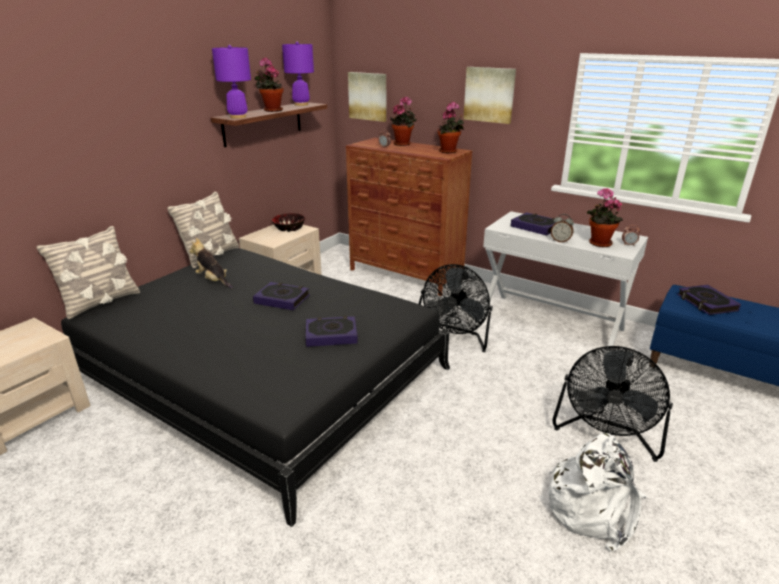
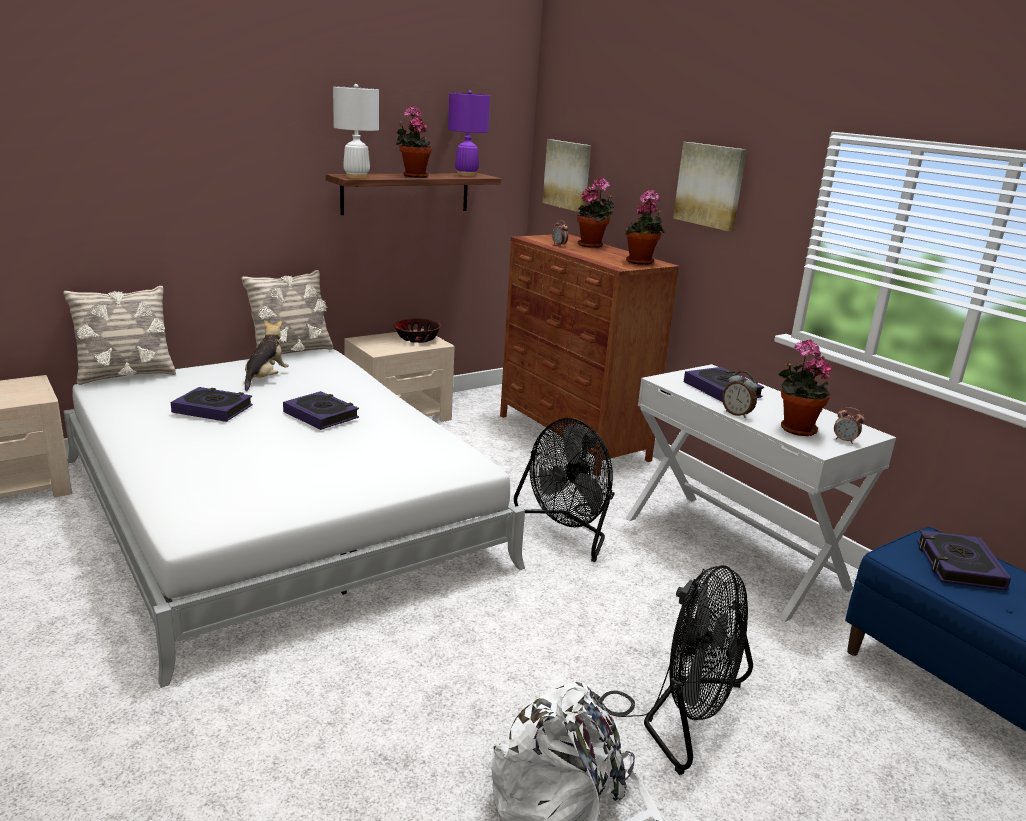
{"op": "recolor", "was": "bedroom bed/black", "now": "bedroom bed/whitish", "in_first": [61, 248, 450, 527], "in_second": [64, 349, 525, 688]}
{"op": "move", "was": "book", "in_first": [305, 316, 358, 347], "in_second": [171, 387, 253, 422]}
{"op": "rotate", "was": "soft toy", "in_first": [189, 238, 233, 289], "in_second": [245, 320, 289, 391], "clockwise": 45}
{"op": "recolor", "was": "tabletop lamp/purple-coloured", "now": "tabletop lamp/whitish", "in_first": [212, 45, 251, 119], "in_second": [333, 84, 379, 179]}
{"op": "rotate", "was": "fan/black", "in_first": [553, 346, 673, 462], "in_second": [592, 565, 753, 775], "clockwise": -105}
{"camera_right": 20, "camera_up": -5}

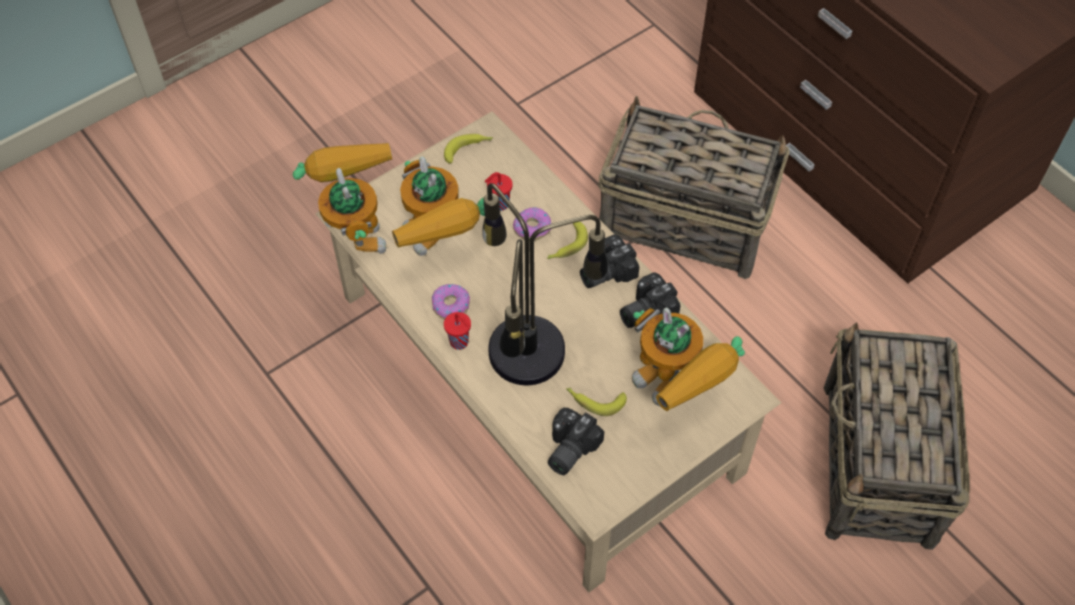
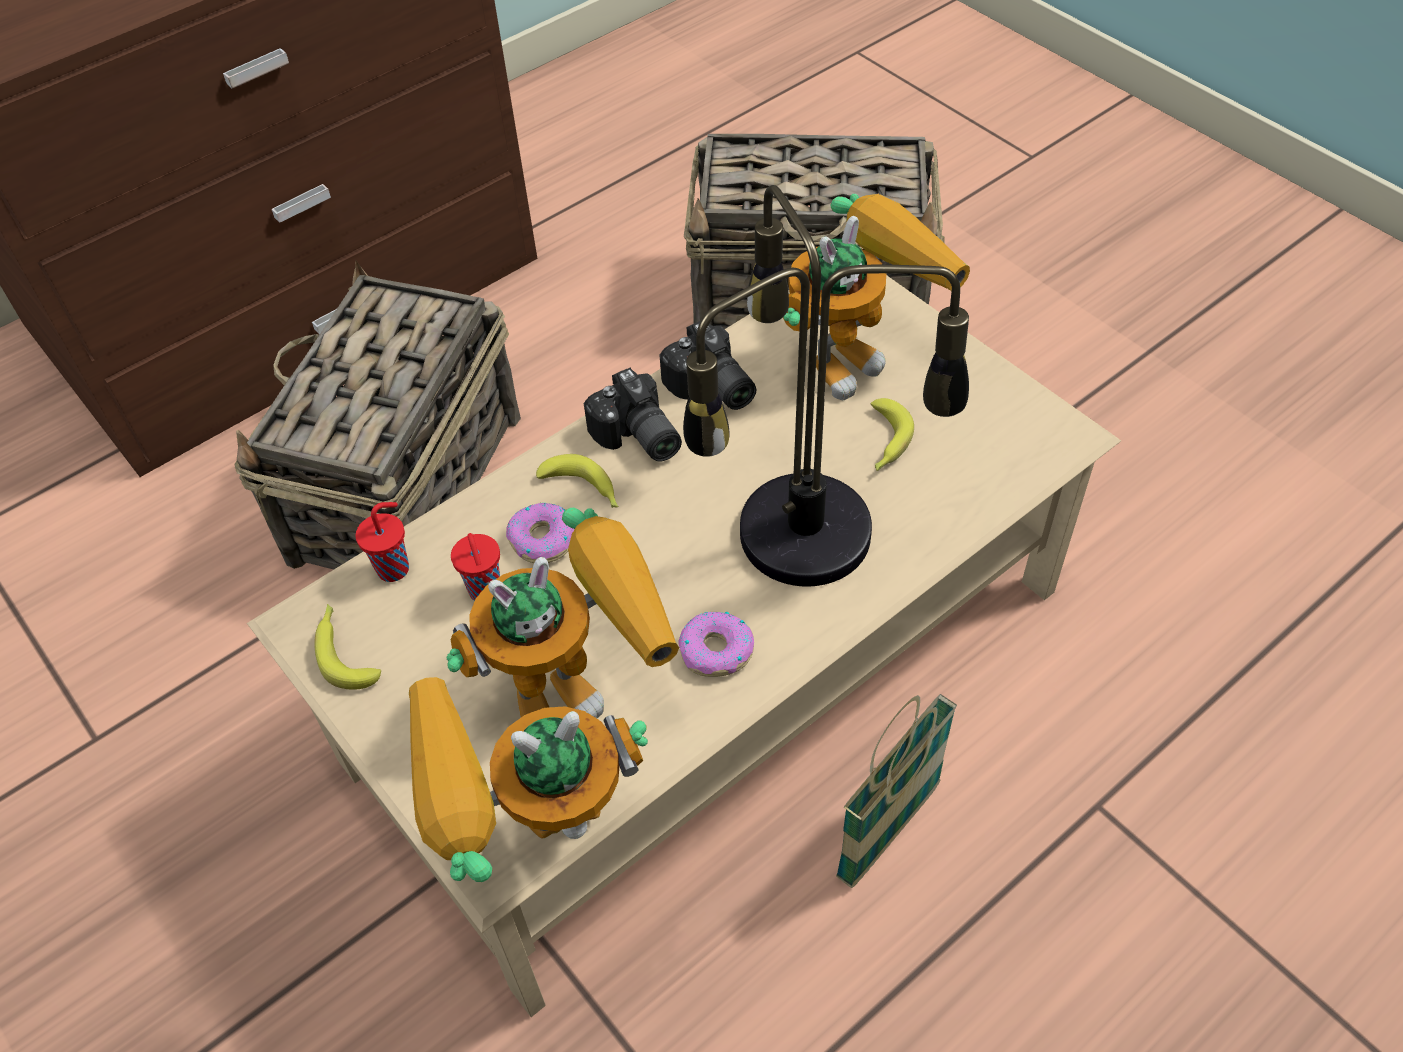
{"op": "move", "was": "cup/red-coloured", "in_first": [444, 312, 471, 350], "in_second": [355, 502, 409, 582]}
{"op": "insert", "now": "storage basket", "in_second": [836, 694, 957, 888]}
{"op": "delete", "was": "photo camera", "in_first": [548, 408, 604, 475]}
{"camera_right": -90, "camera_up": -5}

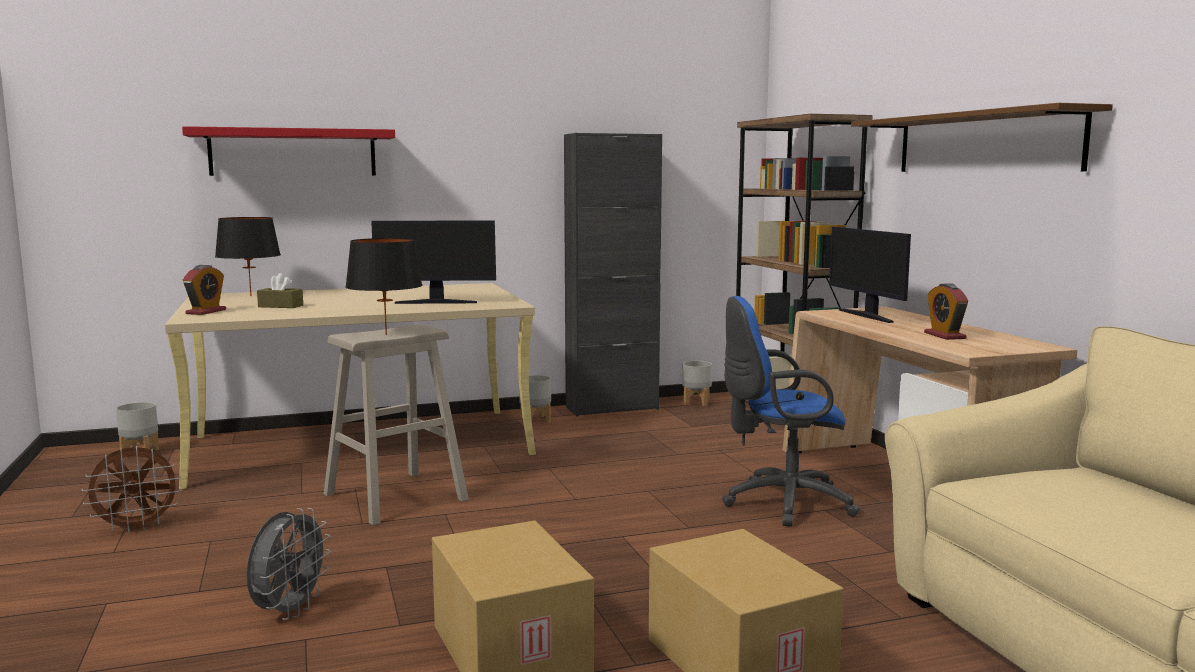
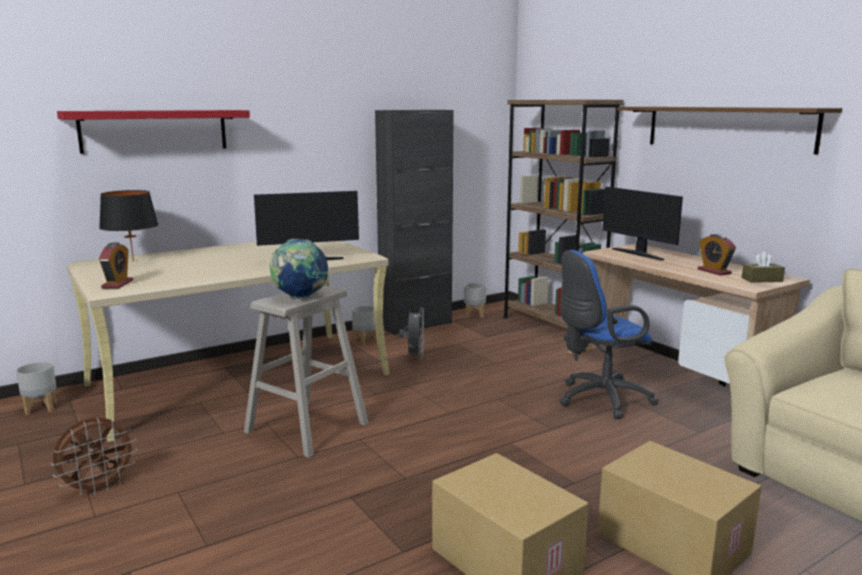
{"op": "replace", "was": "tabletop lamp/black", "now": "world globe", "in_first": [345, 238, 422, 335], "in_second": [269, 239, 328, 299]}
{"op": "move", "was": "fan/gray", "in_first": [246, 508, 331, 620], "in_second": [399, 308, 424, 360]}
{"op": "move", "was": "box of tissues/brownish", "in_first": [257, 273, 303, 308], "in_second": [742, 251, 785, 283]}
{"camera_right": -15, "camera_up": 5}

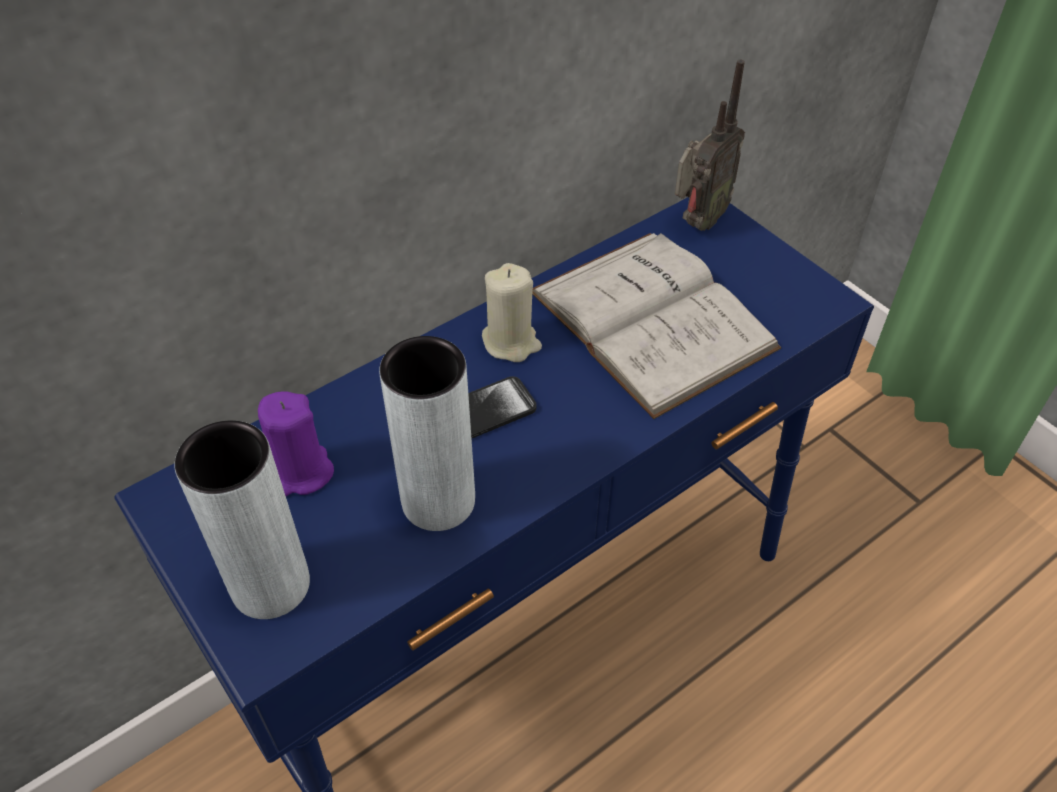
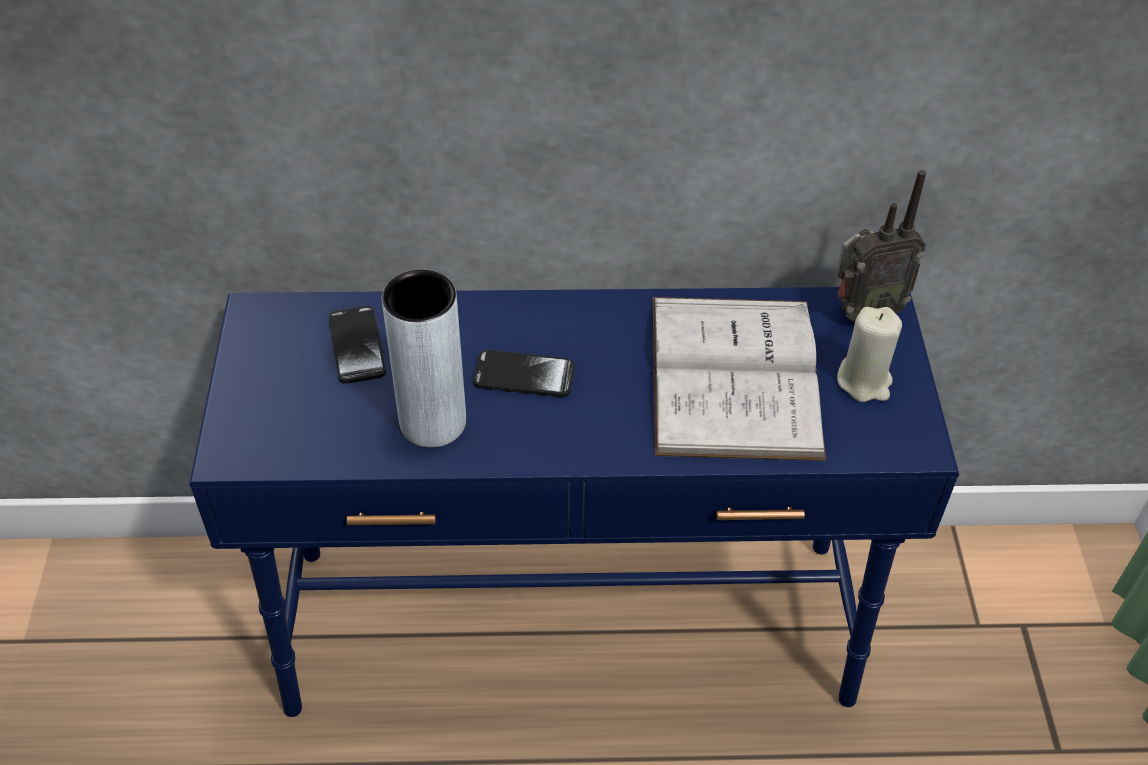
{"op": "replace", "was": "candle/purple-coloured", "now": "telephone", "in_first": [258, 391, 334, 496], "in_second": [328, 306, 386, 384]}
{"op": "move", "was": "candle/sand-coloured", "in_first": [482, 263, 542, 362], "in_second": [837, 307, 902, 402]}
{"op": "delete", "was": "flower vase/gray", "in_first": [174, 420, 310, 619]}
{"camera_right": 35, "camera_up": 0}

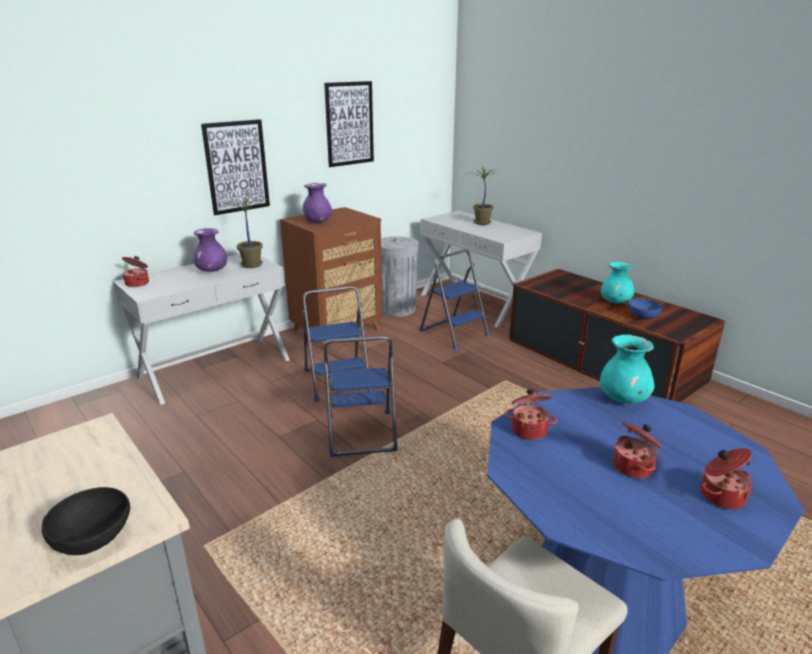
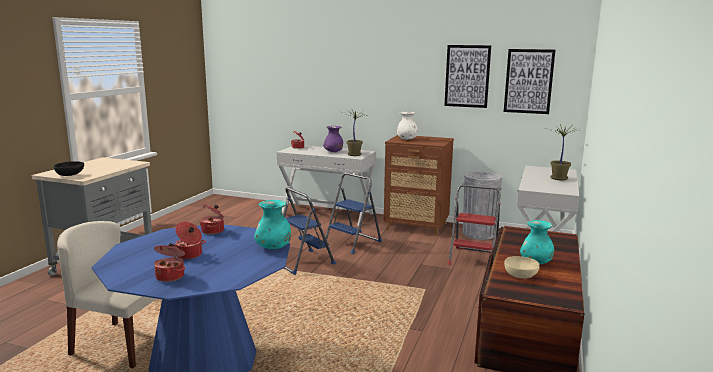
{"op": "recolor", "was": "flower vase/purple-coloured", "now": "flower vase/whitish", "in_first": [303, 183, 333, 223], "in_second": [397, 112, 418, 140]}
{"op": "recolor", "was": "step ladder/bluish", "now": "step ladder/red-coloured", "in_first": [419, 250, 491, 350], "in_second": [447, 185, 501, 265]}
{"op": "move", "was": "wall picture", "in_first": [201, 119, 270, 215], "in_second": [504, 49, 555, 114]}
{"op": "recolor", "was": "bowl/bluish", "now": "bowl/sand-coloured", "in_first": [628, 298, 662, 319], "in_second": [504, 256, 540, 278]}
{"camera_right": 60, "camera_up": -10}

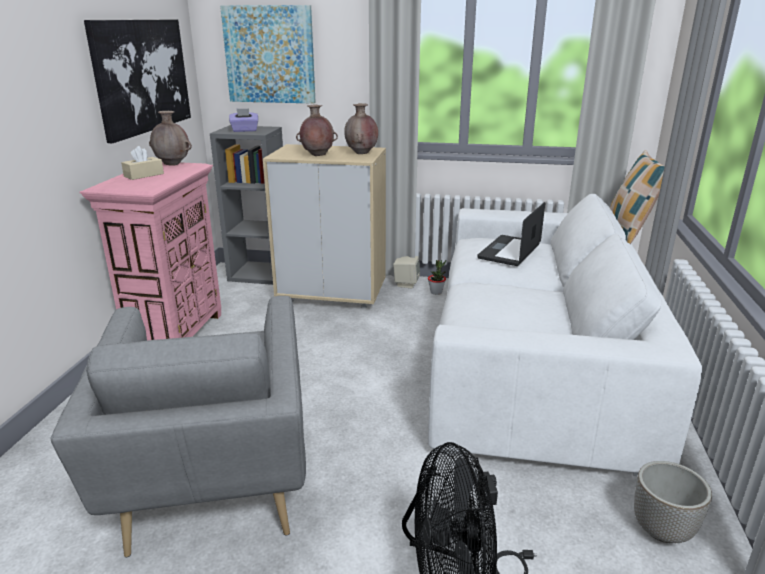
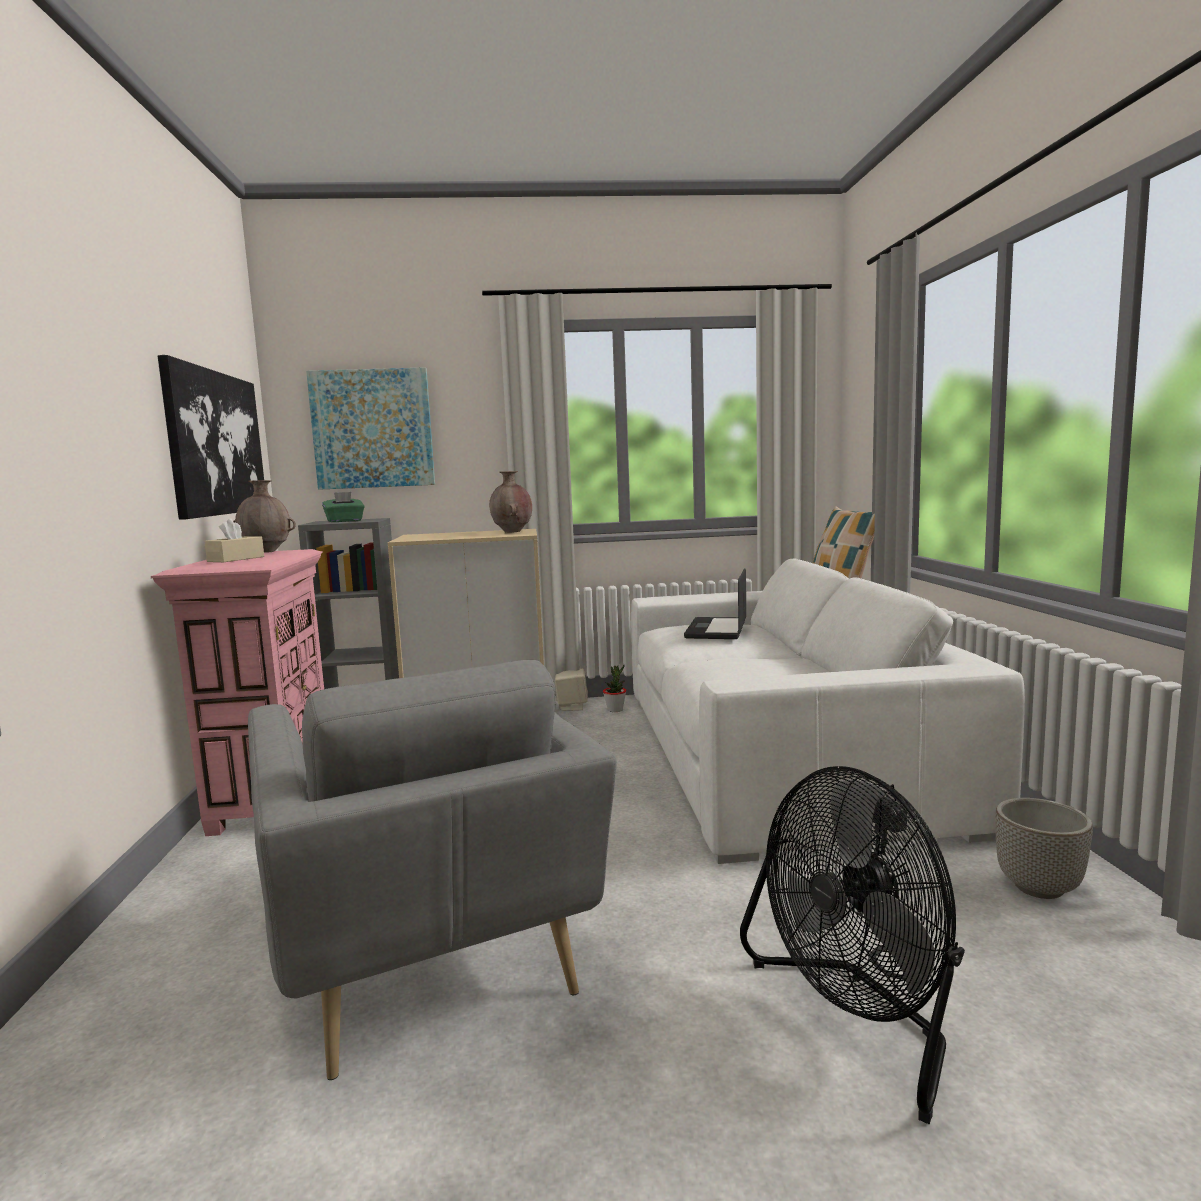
{"op": "recolor", "was": "box of tissues/purple-coloured", "now": "box of tissues/green", "in_first": [229, 108, 258, 132], "in_second": [322, 492, 365, 522]}
{"op": "delete", "was": "flower vase/brownish", "in_first": [296, 104, 338, 156]}
{"camera_right": -15, "camera_up": -15}

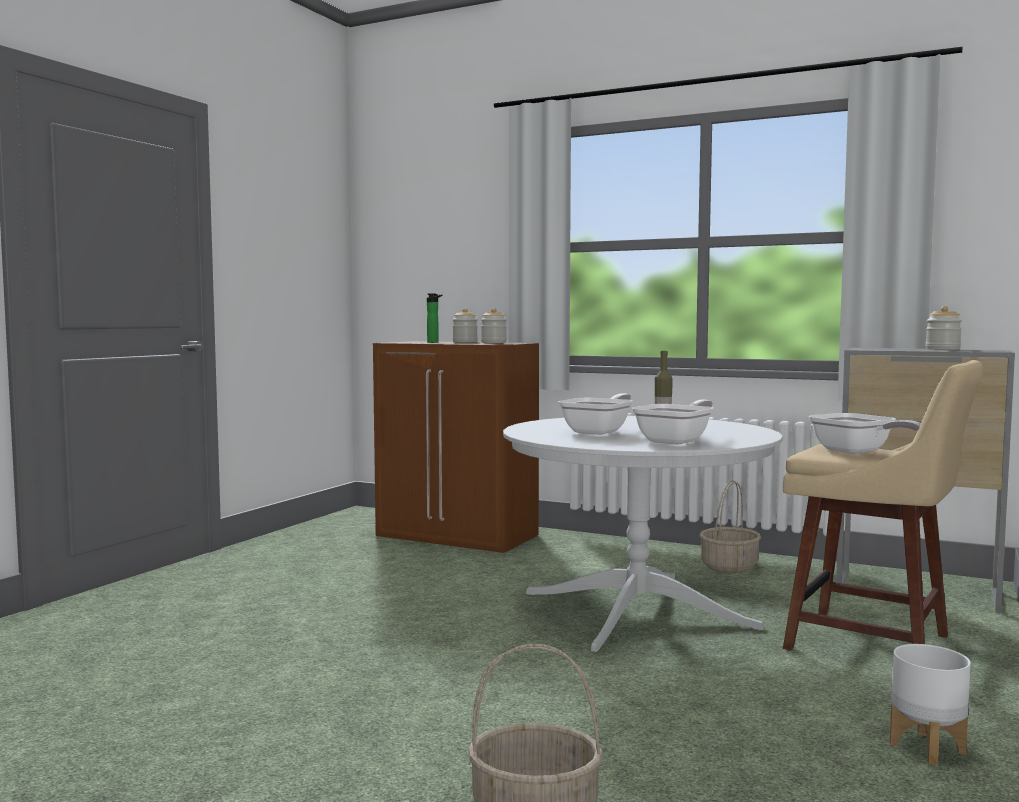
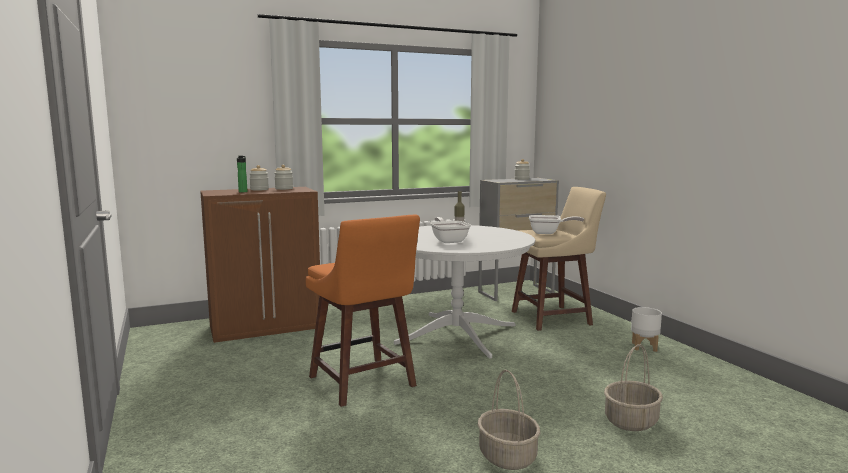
{"op": "insert", "now": "sitting stool/orange", "in_second": [306, 215, 420, 407]}
{"op": "move", "was": "storage basket", "in_first": [700, 480, 761, 573], "in_second": [478, 370, 540, 470]}
{"op": "delete", "was": "pan", "in_first": [632, 400, 714, 445]}
{"camera_right": -50, "camera_up": 5}

